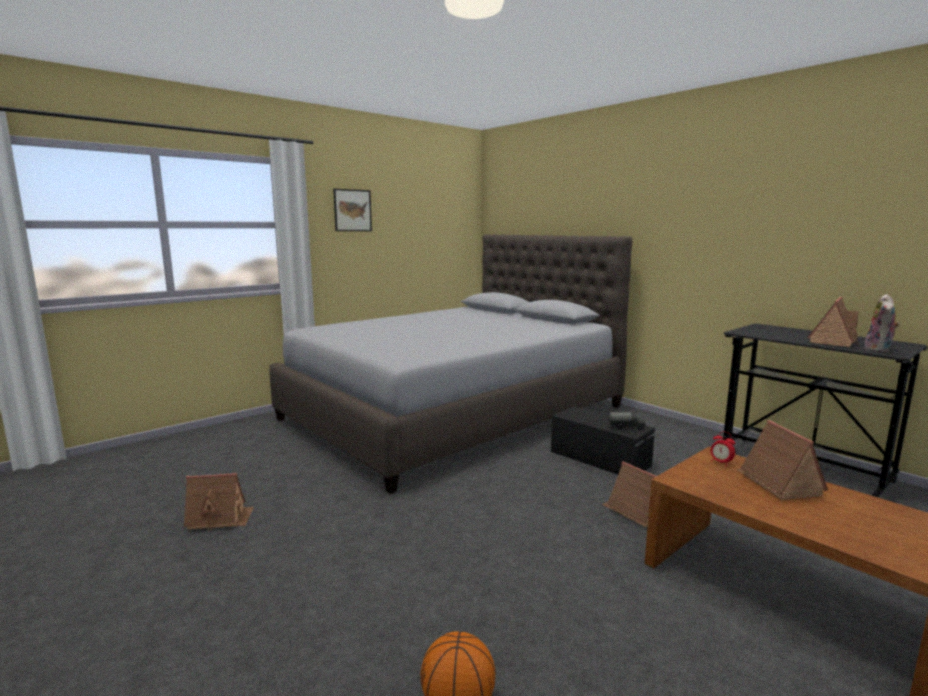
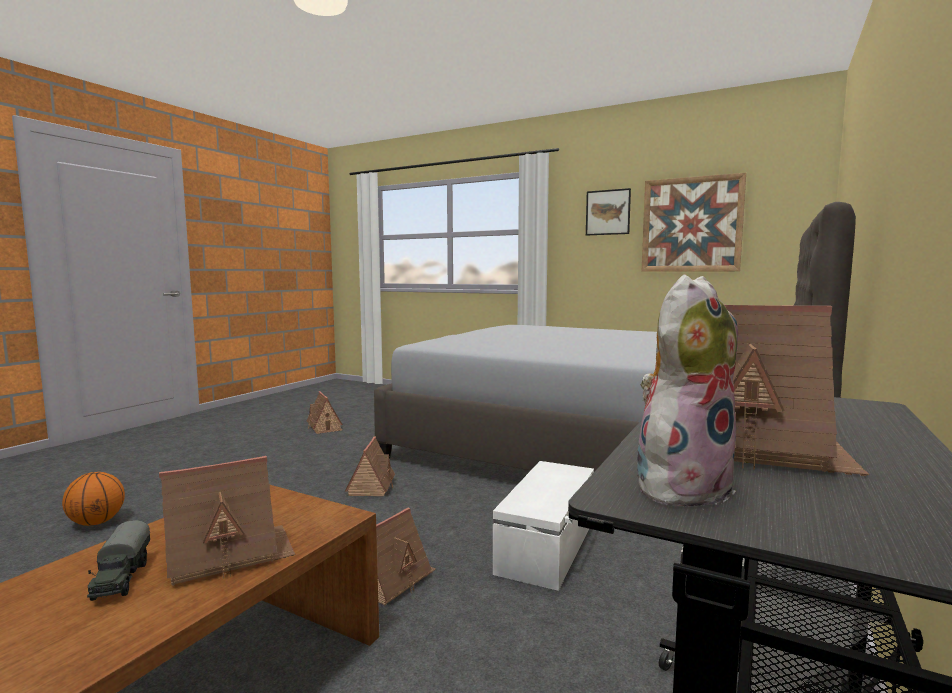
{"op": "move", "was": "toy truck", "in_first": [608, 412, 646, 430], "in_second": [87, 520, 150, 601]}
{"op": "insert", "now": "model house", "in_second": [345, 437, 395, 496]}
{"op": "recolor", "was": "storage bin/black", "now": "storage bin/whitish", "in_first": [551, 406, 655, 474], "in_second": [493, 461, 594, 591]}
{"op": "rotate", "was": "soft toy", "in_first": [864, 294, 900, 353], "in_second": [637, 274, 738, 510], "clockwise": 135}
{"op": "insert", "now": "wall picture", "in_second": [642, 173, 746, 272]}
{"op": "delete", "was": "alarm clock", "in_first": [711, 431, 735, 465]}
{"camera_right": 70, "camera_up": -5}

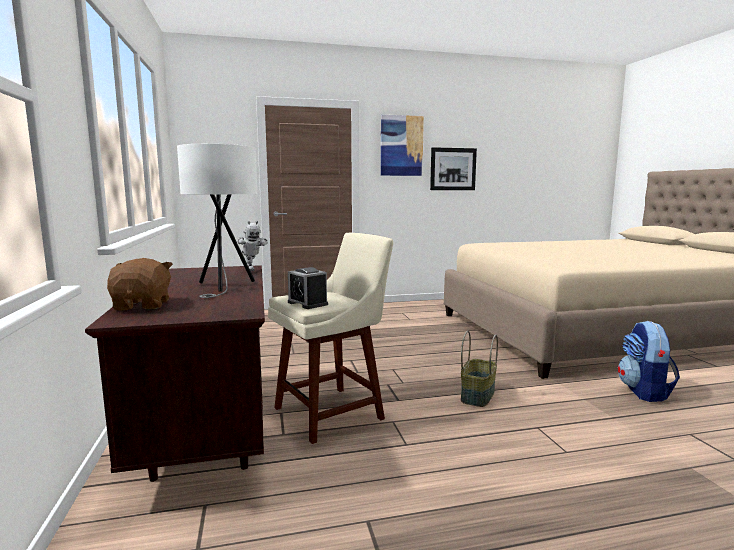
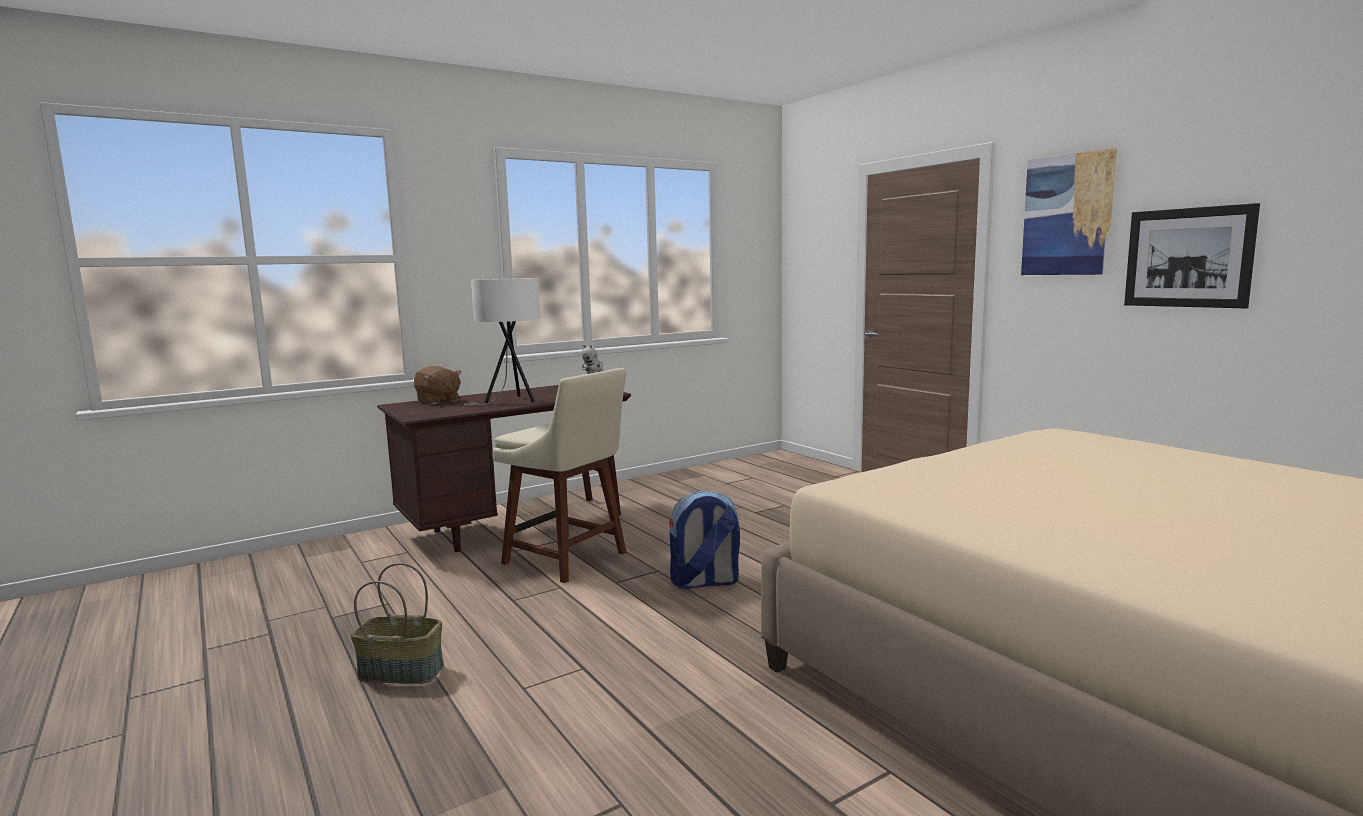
{"op": "move", "was": "storage basket", "in_first": [461, 331, 498, 407], "in_second": [351, 563, 444, 684]}
{"op": "rotate", "was": "soft toy/brownish", "in_first": [107, 258, 173, 310], "in_second": [414, 366, 461, 405], "clockwise": 75}
{"op": "move", "was": "backpack", "in_first": [618, 321, 680, 402], "in_second": [669, 490, 740, 589]}
{"op": "delete", "was": "alarm clock", "in_first": [288, 267, 328, 309]}
{"camera_right": 70, "camera_up": 0}

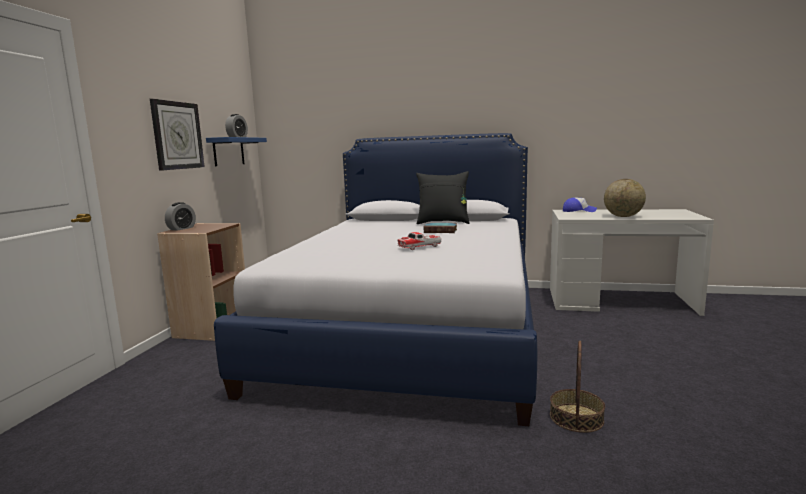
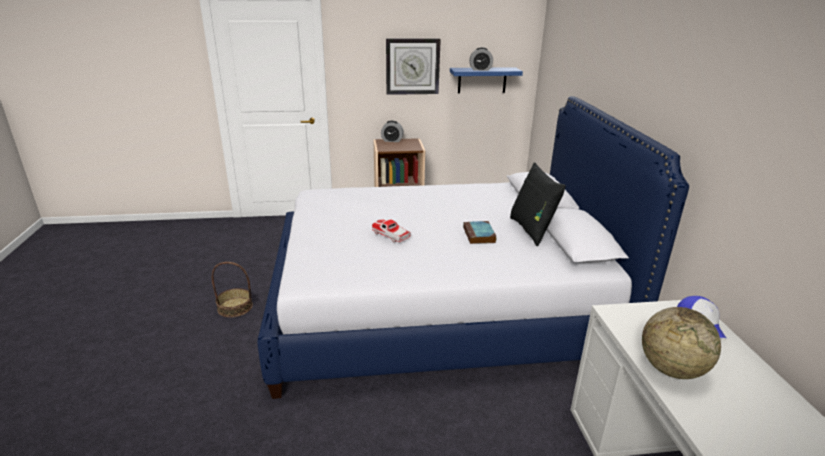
{"op": "move", "was": "storage basket", "in_first": [550, 341, 605, 433], "in_second": [212, 262, 253, 317]}
{"camera_right": 70, "camera_up": 15}

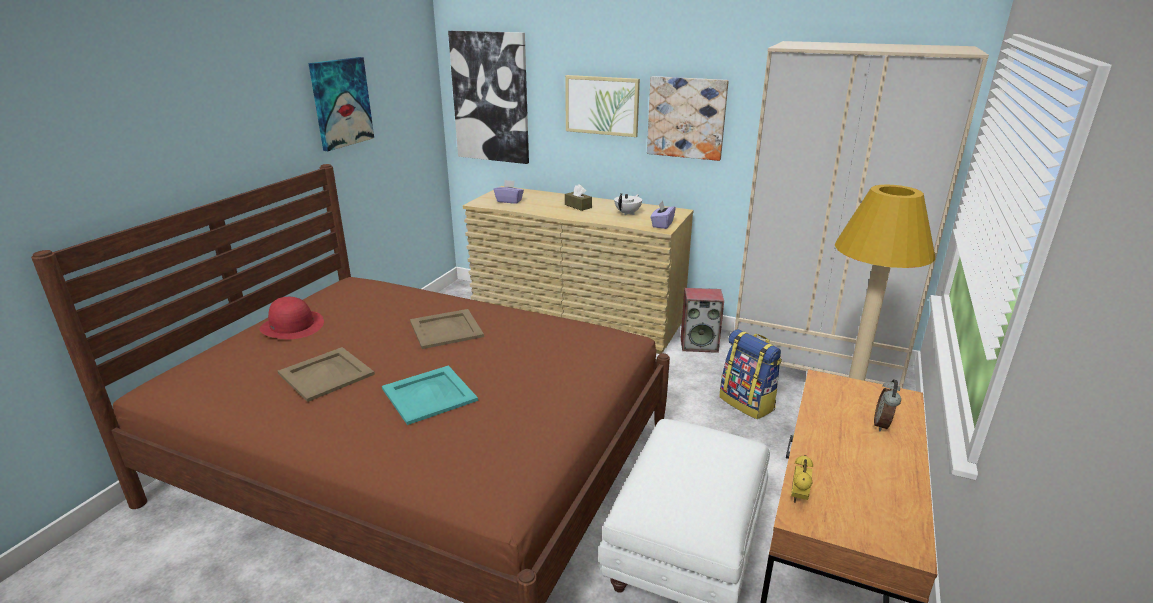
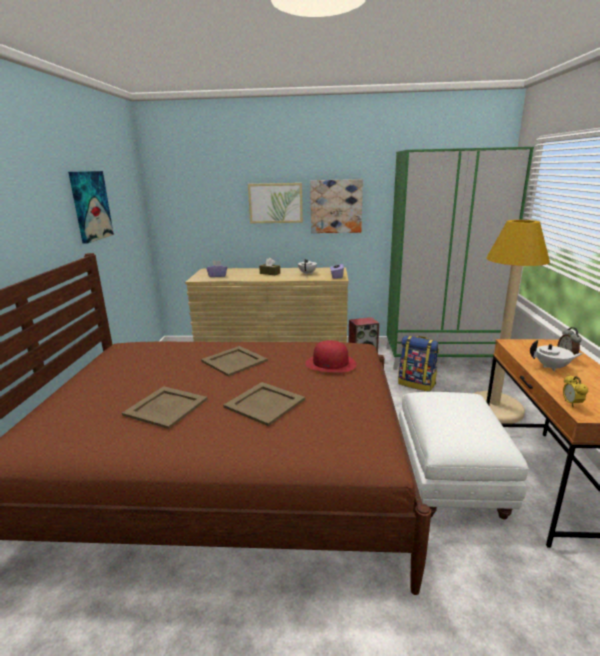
{"op": "recolor", "was": "serving tray/turquoise-coloured", "now": "serving tray/sand-coloured", "in_first": [382, 365, 478, 425], "in_second": [223, 382, 305, 426]}
{"op": "move", "was": "clothing hat/red-coloured", "in_first": [259, 297, 324, 339], "in_second": [305, 340, 356, 372]}
{"op": "recolor", "was": "armoire/sand-coloured", "now": "armoire/green", "in_first": [735, 41, 989, 389], "in_second": [386, 147, 534, 370]}
{"op": "insert", "now": "pot for tea/whitish", "in_second": [530, 340, 583, 371]}
{"op": "delete", "was": "wall picture", "in_first": [448, 31, 529, 164]}
{"camera_right": -20, "camera_up": -5}

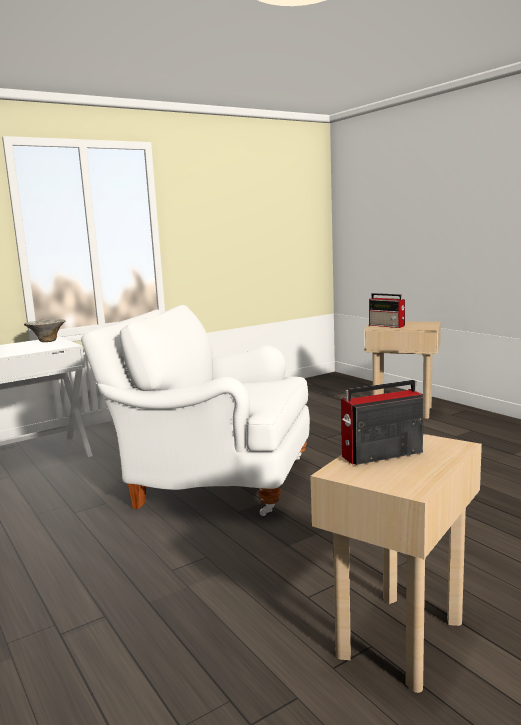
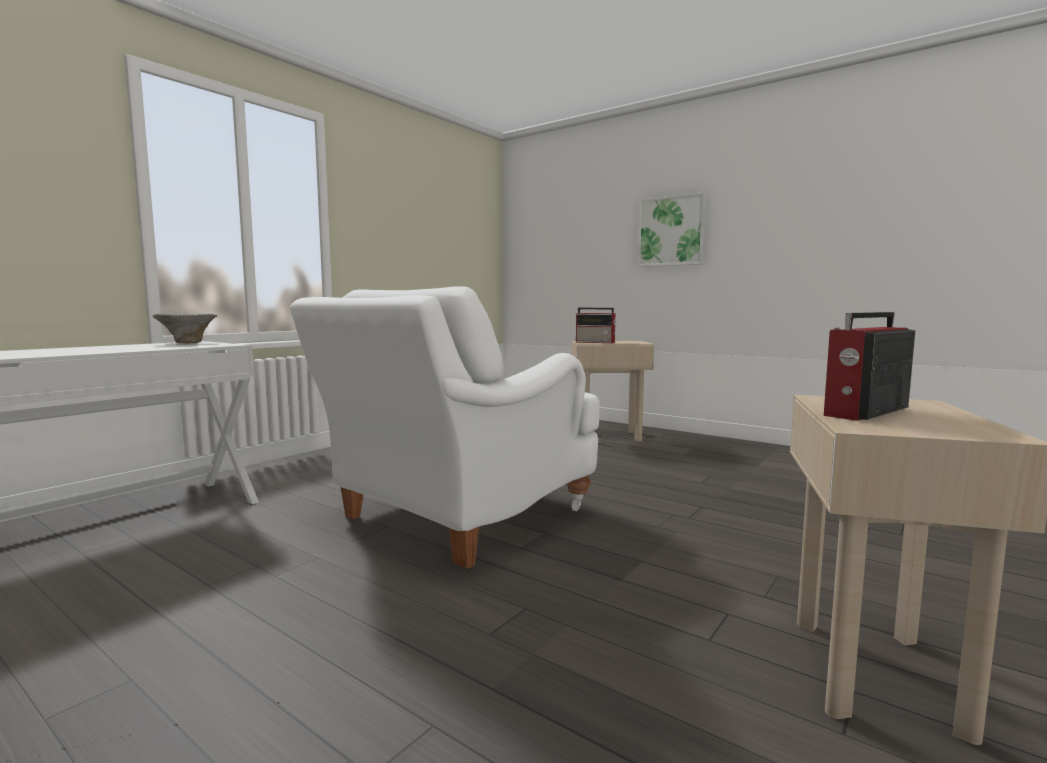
{"op": "rotate", "was": "easy chair/whitish", "in_first": [81, 305, 310, 516], "in_second": [290, 286, 600, 569], "clockwise": -45}
{"op": "insert", "now": "wall picture", "in_second": [637, 192, 706, 267]}
{"camera_right": -20, "camera_up": -5}

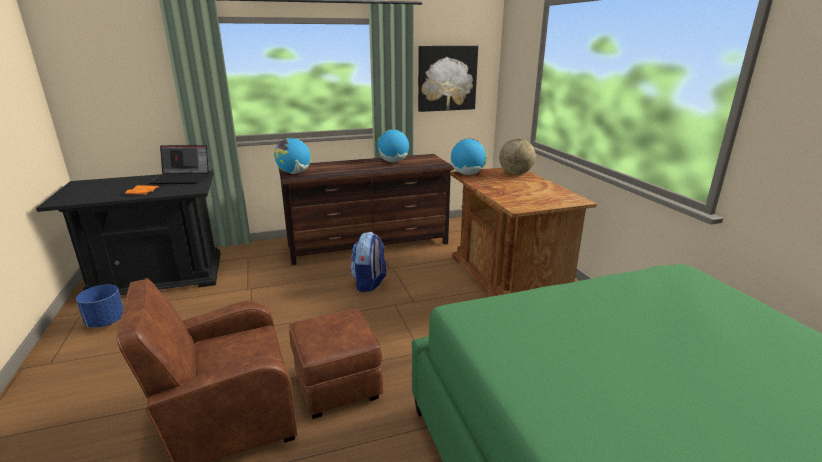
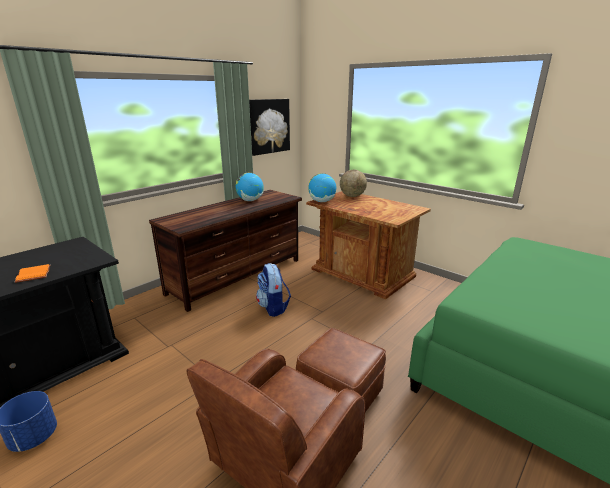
{"op": "delete", "was": "portable computer", "in_first": [149, 145, 209, 184]}
{"op": "delete", "was": "world globe", "in_first": [274, 138, 311, 174]}
{"camera_right": -30, "camera_up": 0}

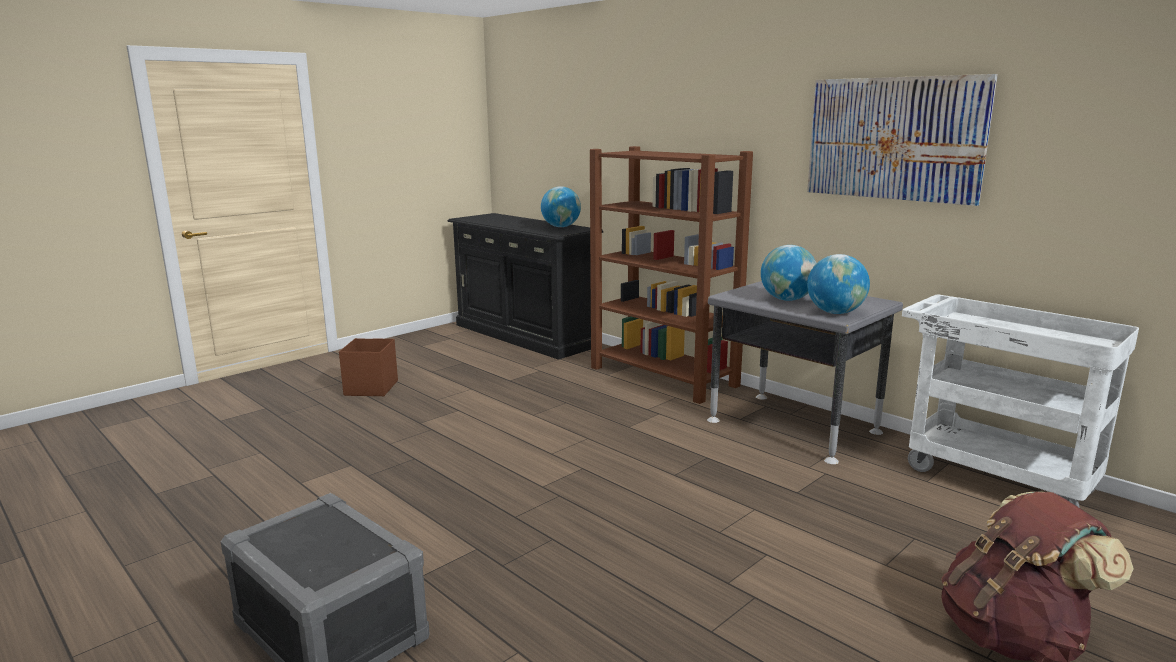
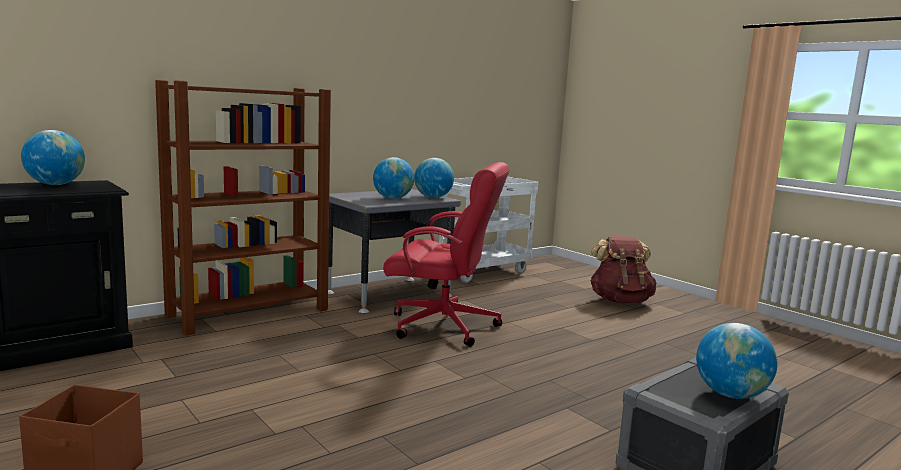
{"op": "insert", "now": "office chair/red-coloured", "in_second": [383, 162, 509, 347]}
{"op": "insert", "now": "world globe", "in_second": [696, 323, 777, 399]}
{"op": "delete", "was": "wall picture", "in_first": [807, 74, 998, 206]}
{"camera_right": -85, "camera_up": -5}

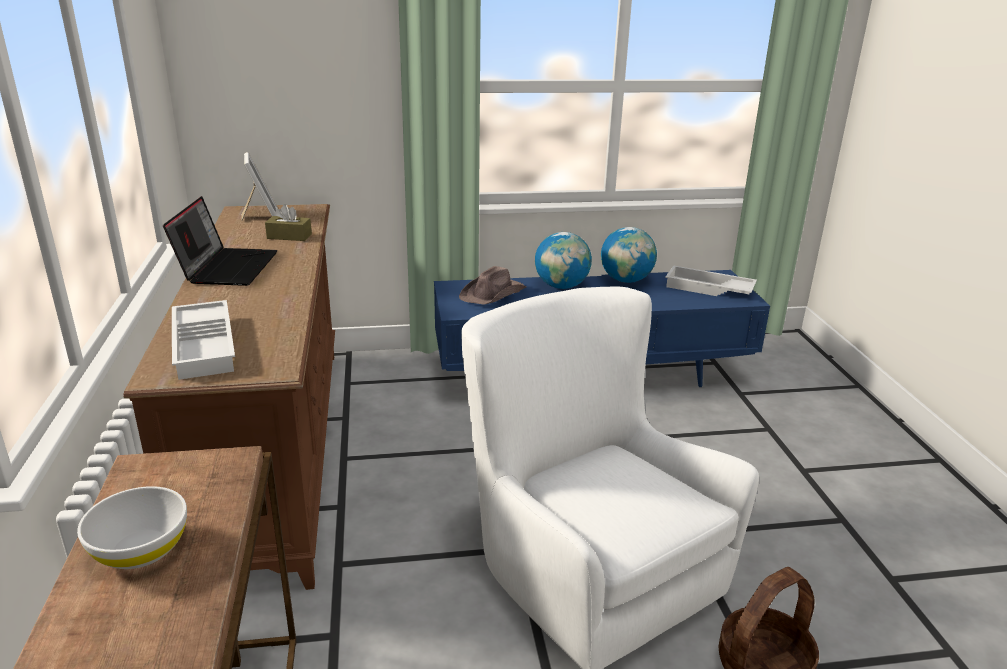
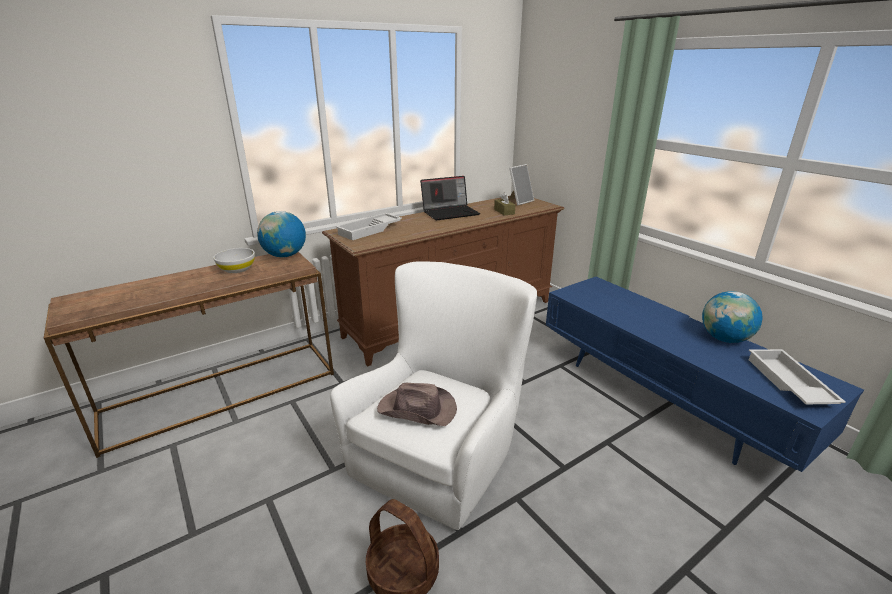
{"op": "move", "was": "world globe", "in_first": [535, 232, 592, 289], "in_second": [257, 211, 306, 257]}
{"op": "move", "was": "clothing hat/brownish", "in_first": [459, 266, 526, 305], "in_second": [377, 383, 457, 426]}
{"camera_right": 65, "camera_up": 0}

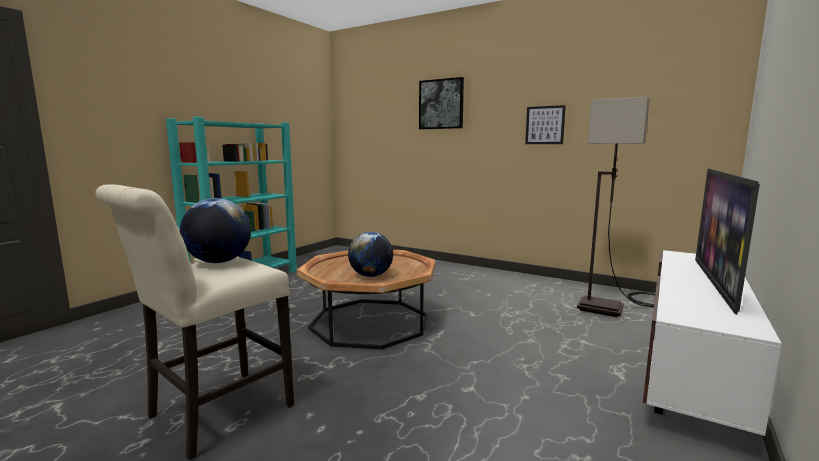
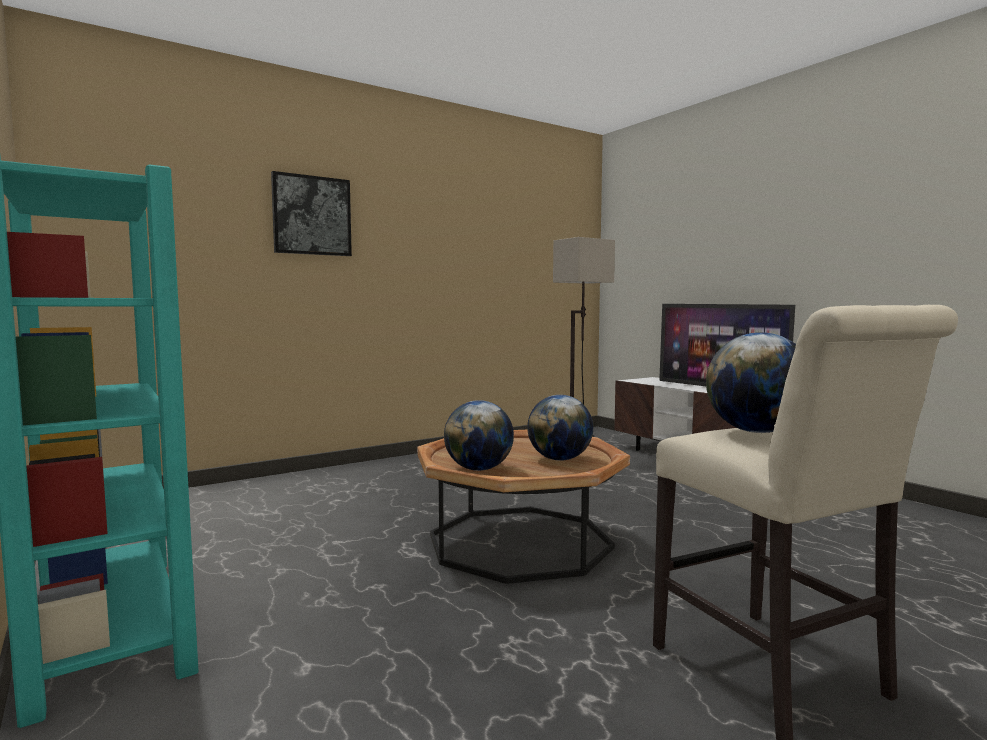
{"op": "insert", "now": "world globe", "in_second": [444, 400, 514, 471]}
{"op": "delete", "was": "wall picture", "in_first": [525, 105, 566, 144]}
{"camera_right": -65, "camera_up": -5}

